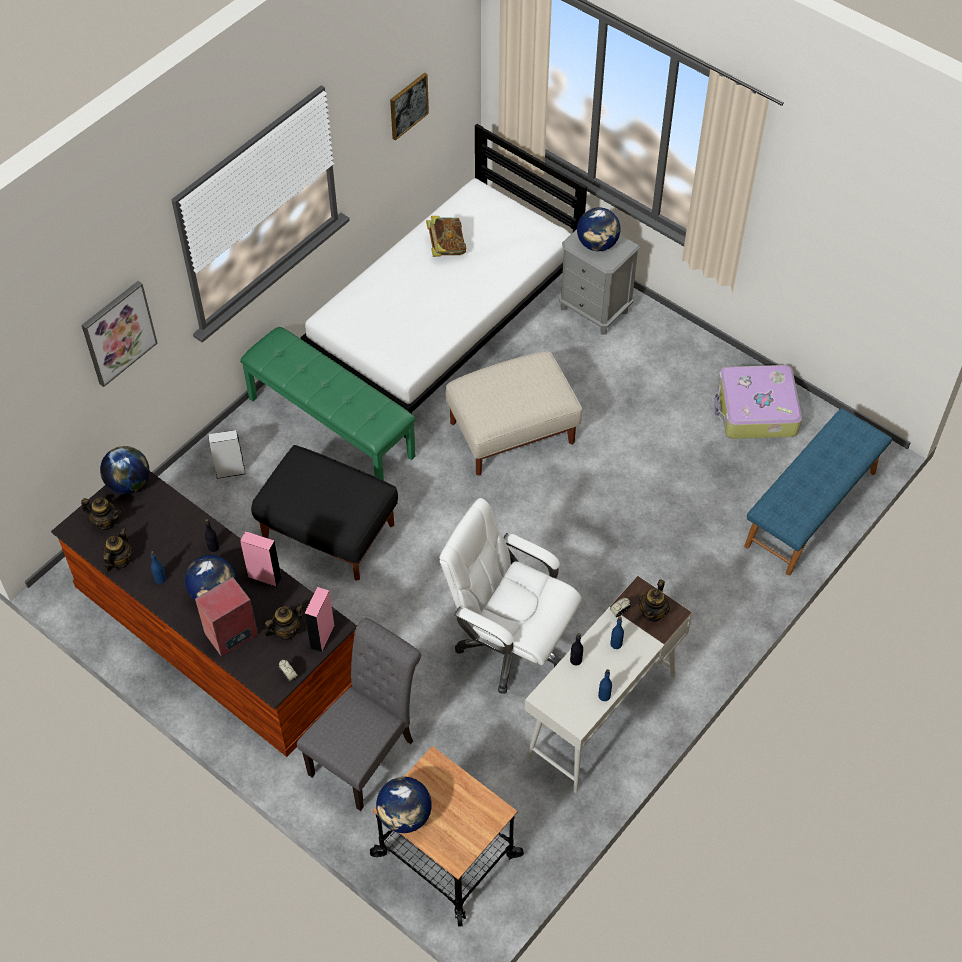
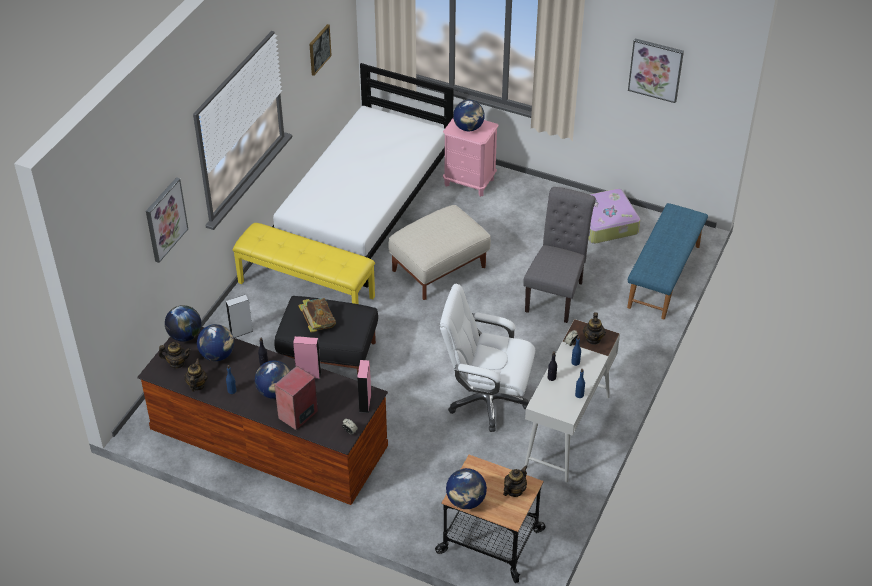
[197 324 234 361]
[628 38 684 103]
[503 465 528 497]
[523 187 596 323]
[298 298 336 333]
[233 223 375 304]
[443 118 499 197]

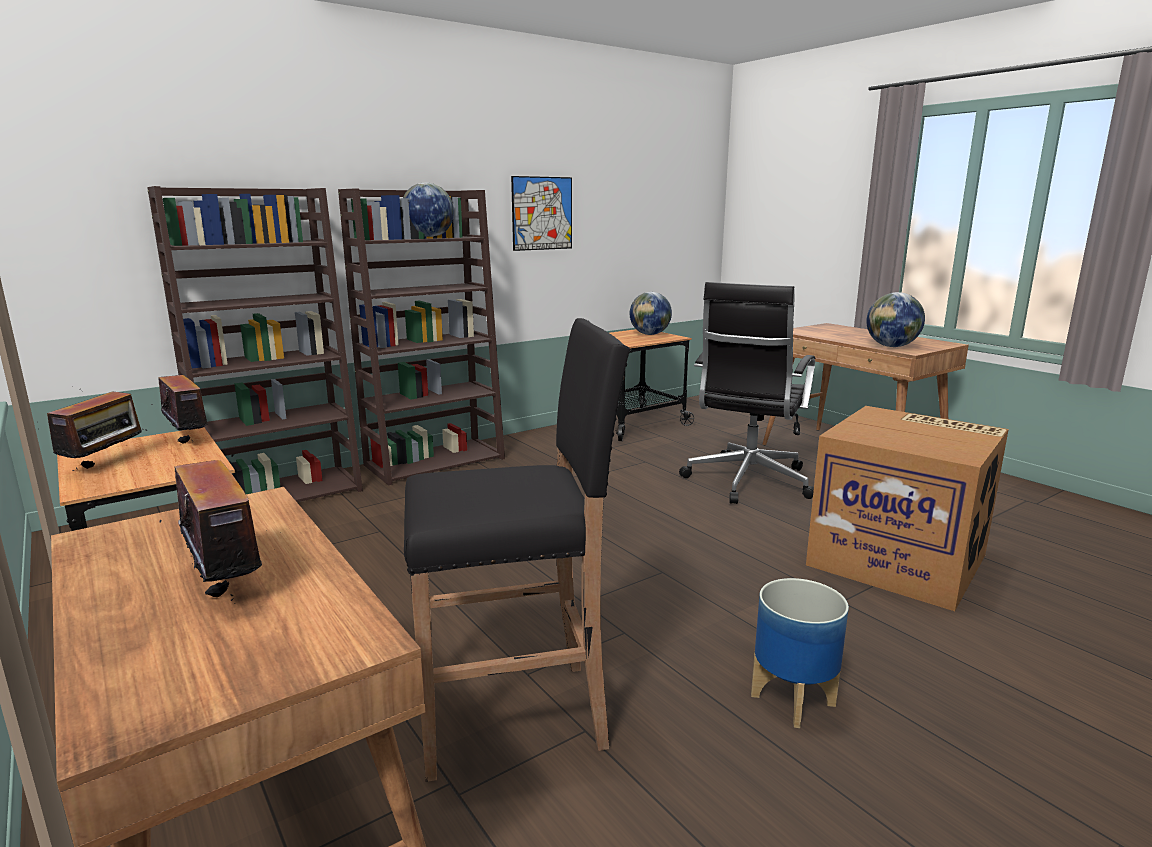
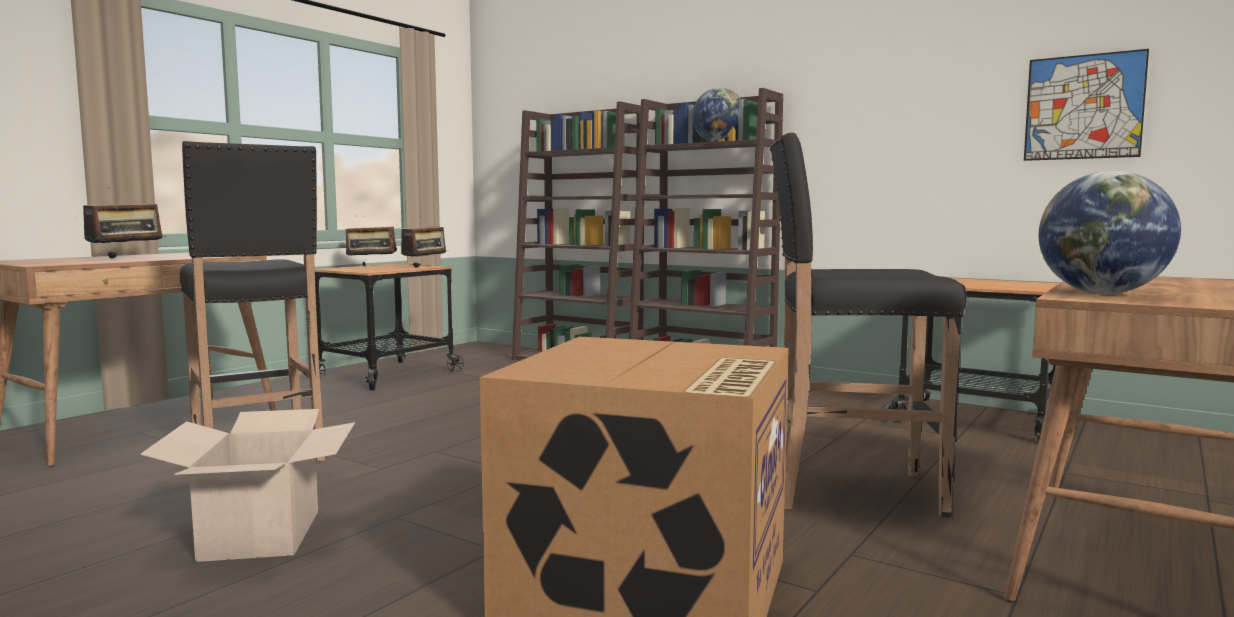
[630 292 672 335] (first image)
[1024 49 1149 161]
[770 133 967 518]
[140 409 355 562]

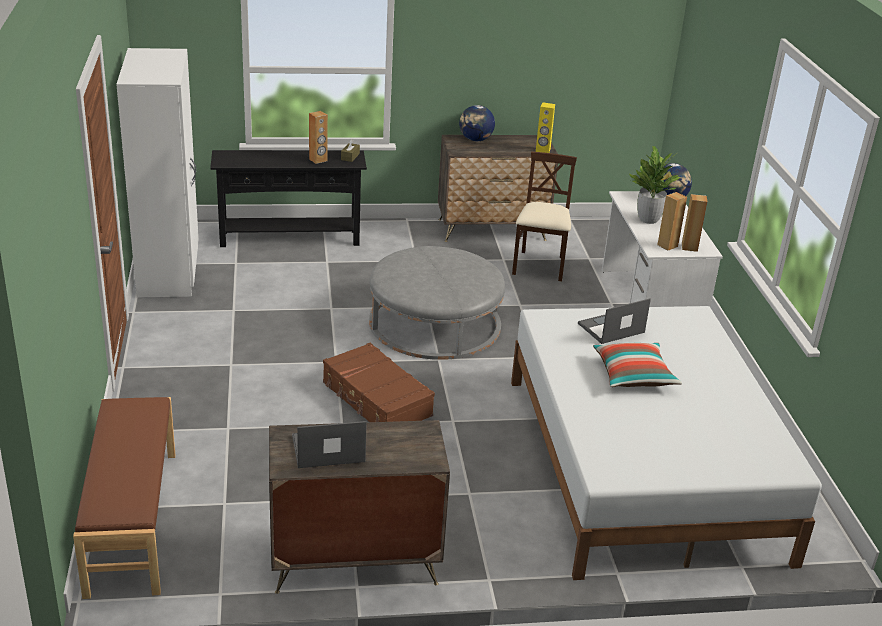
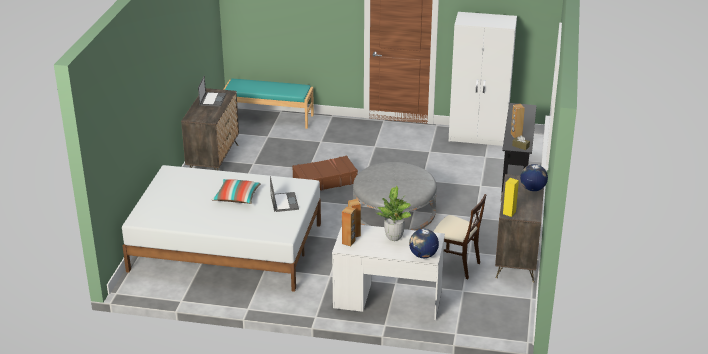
[223 79 314 129]

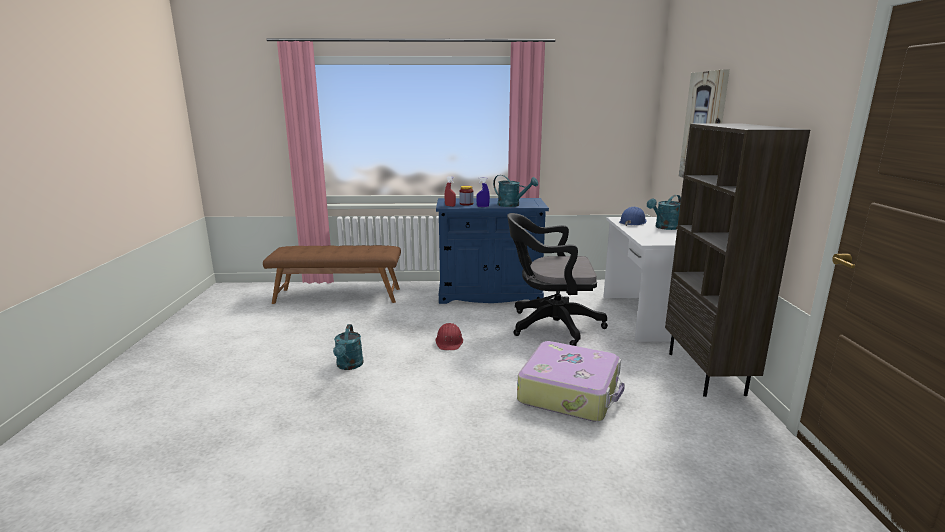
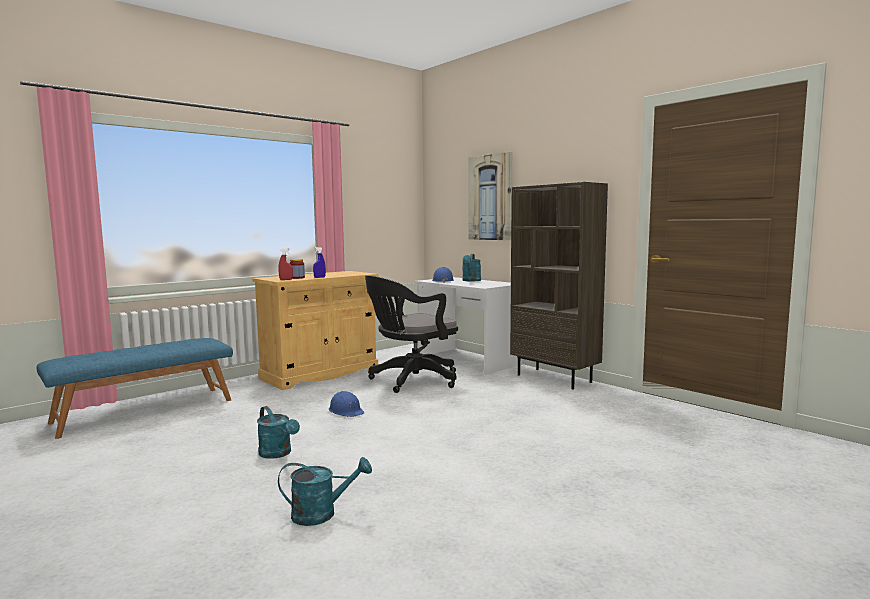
[517 341 625 422] (first image)
[278 457 372 526]
[37 338 233 439]
[252 271 378 390]
[329 391 364 417]

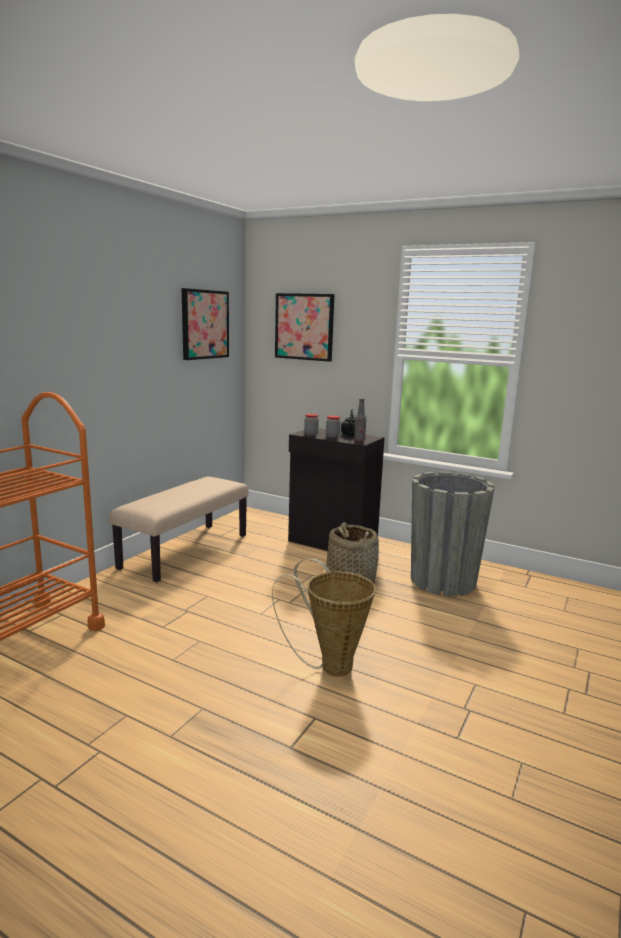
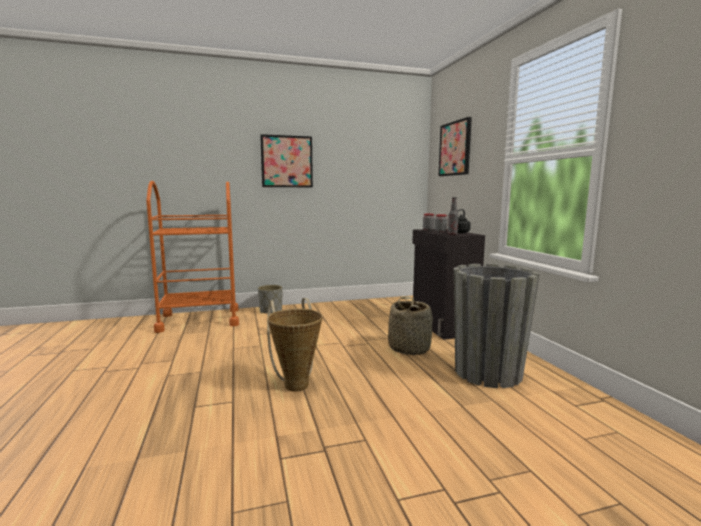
[109 477 249 582] (first image)
[258 285 283 314]
[260 134 313 187]

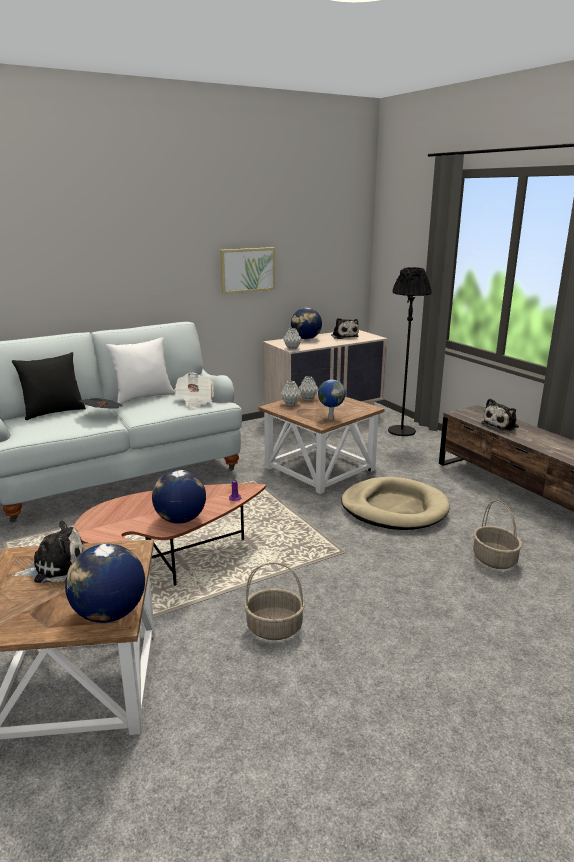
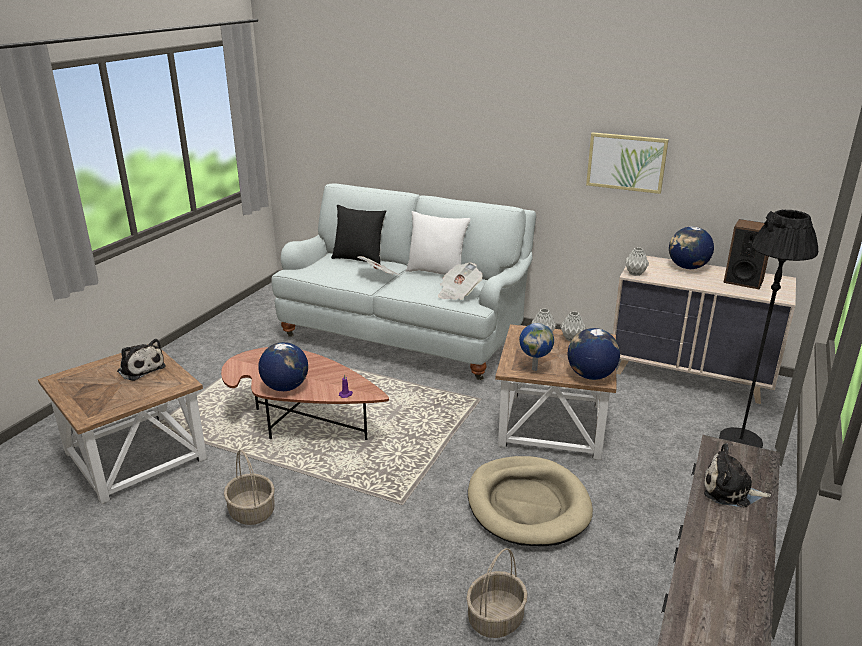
[567 328 620 380]
[723 219 769 289]

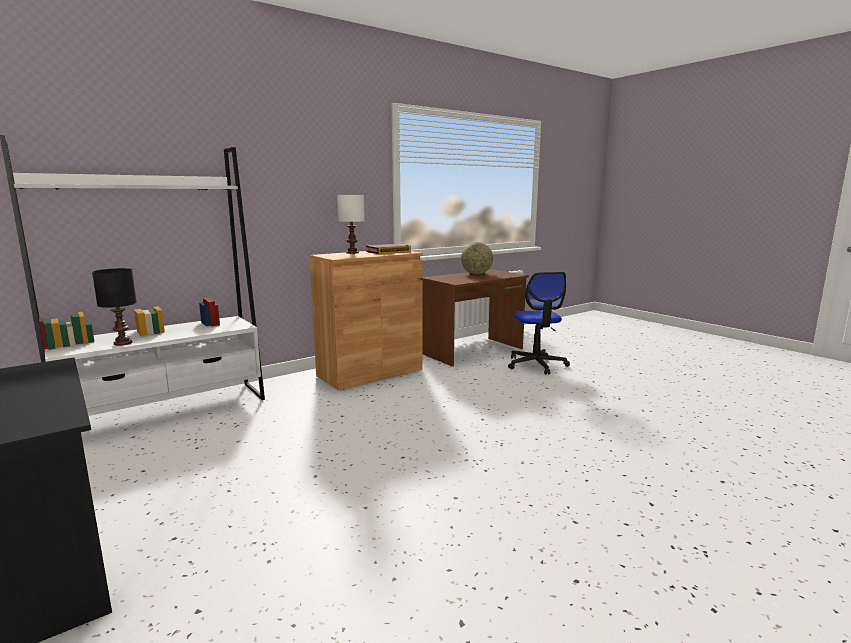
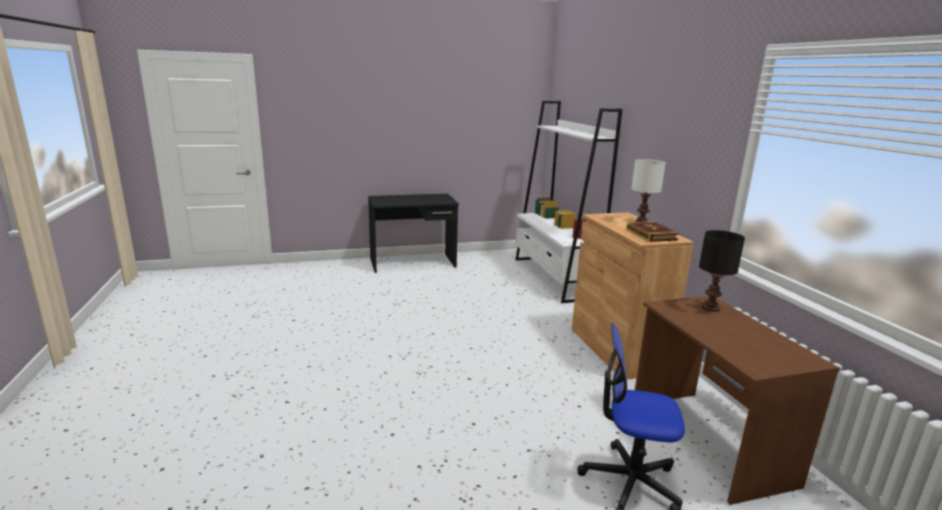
[461 242 493 274] (first image)
[699 230 745 312]

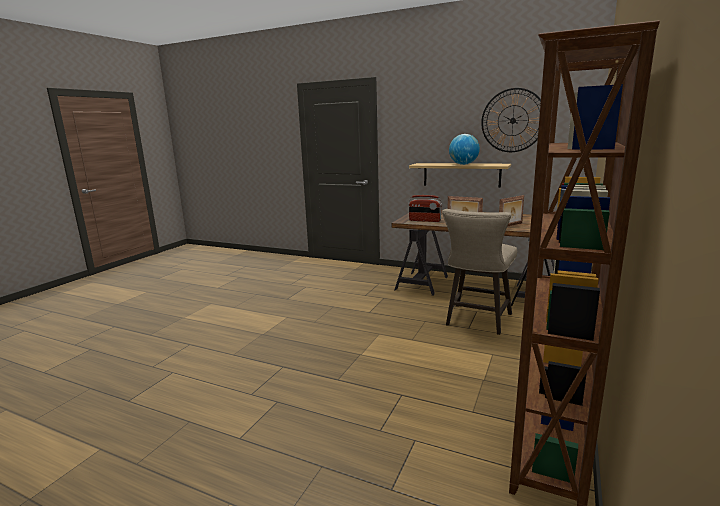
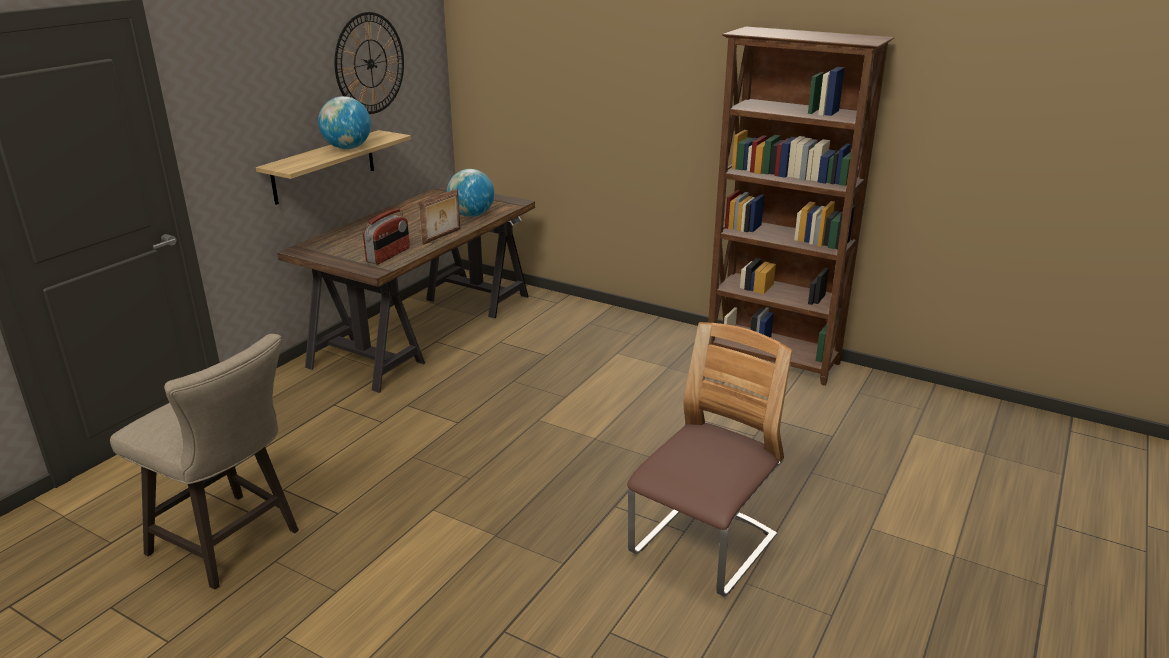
[627 322 793 597]
[110 334 299 590]
[447 169 494 217]

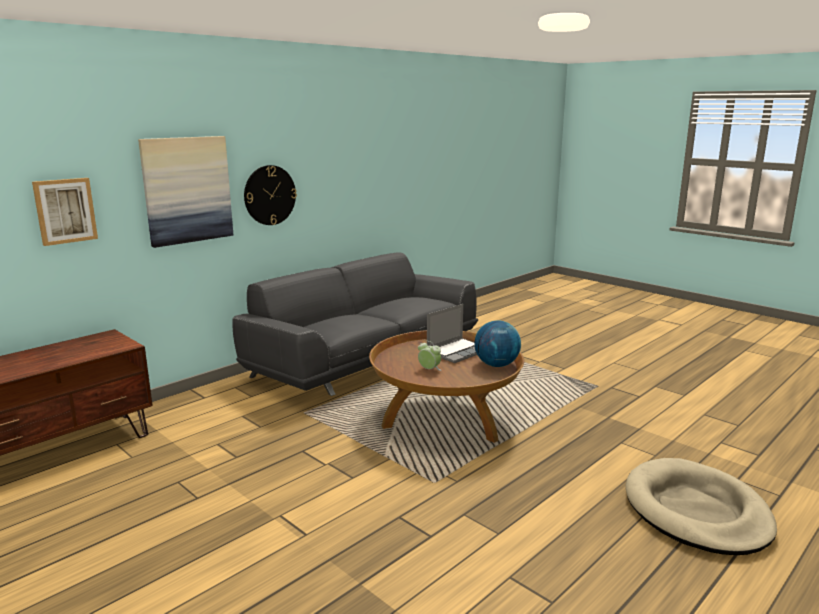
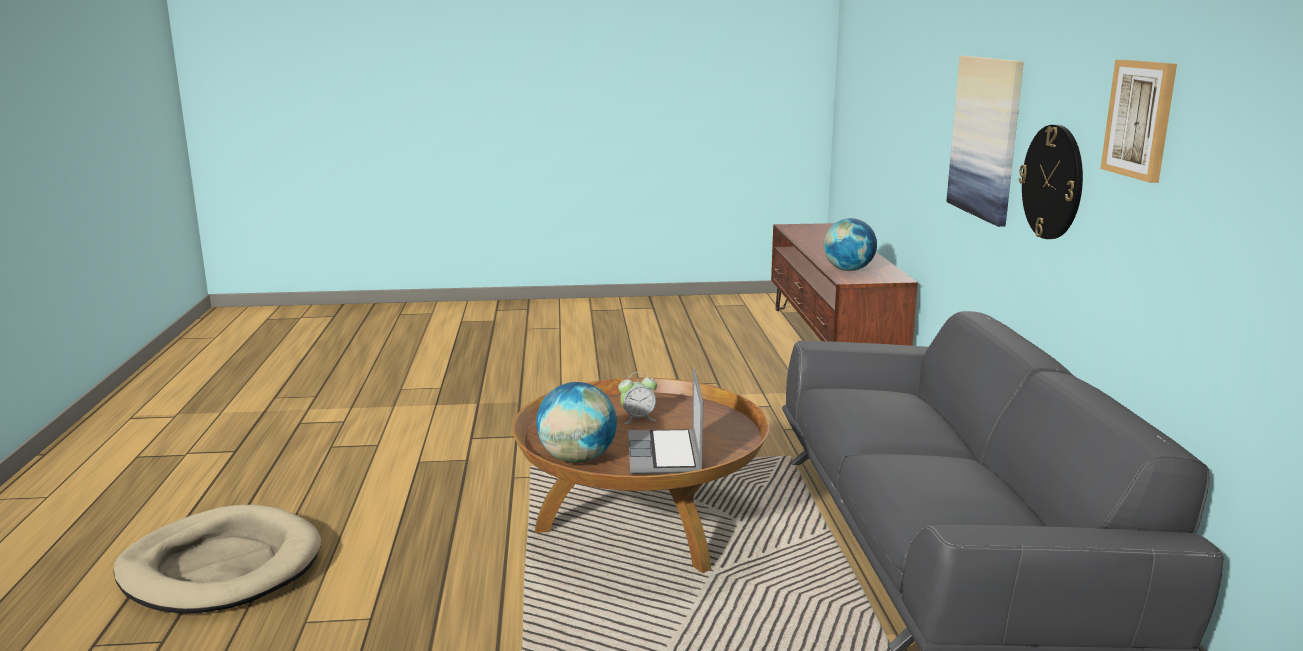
[823 218 877 271]
[1100 60 1177 183]

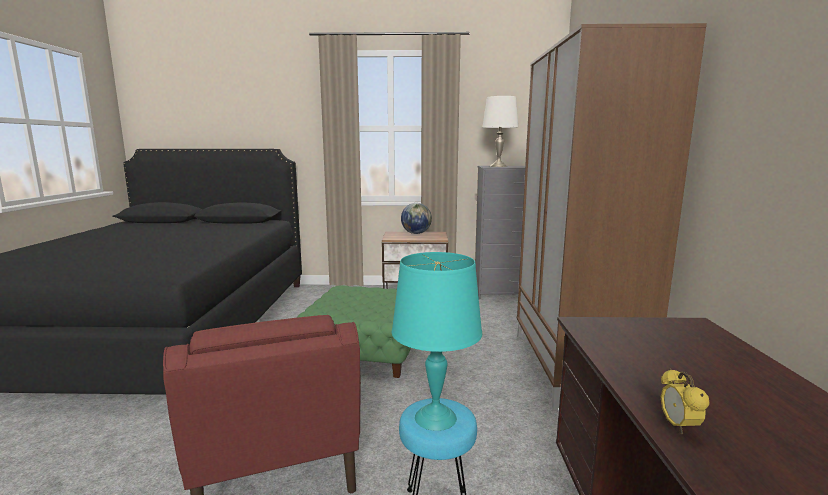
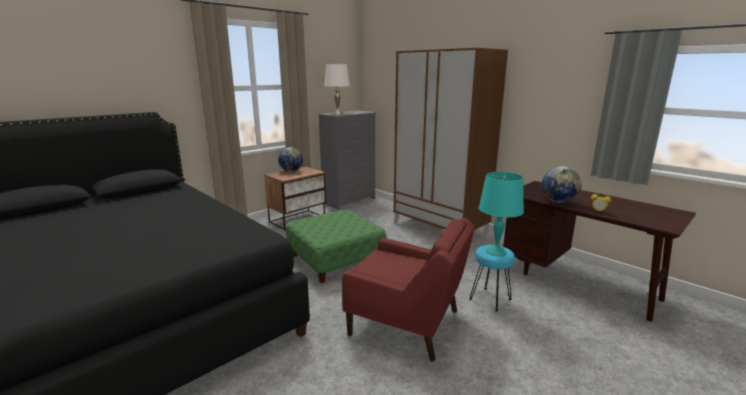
[541 166 582 203]

